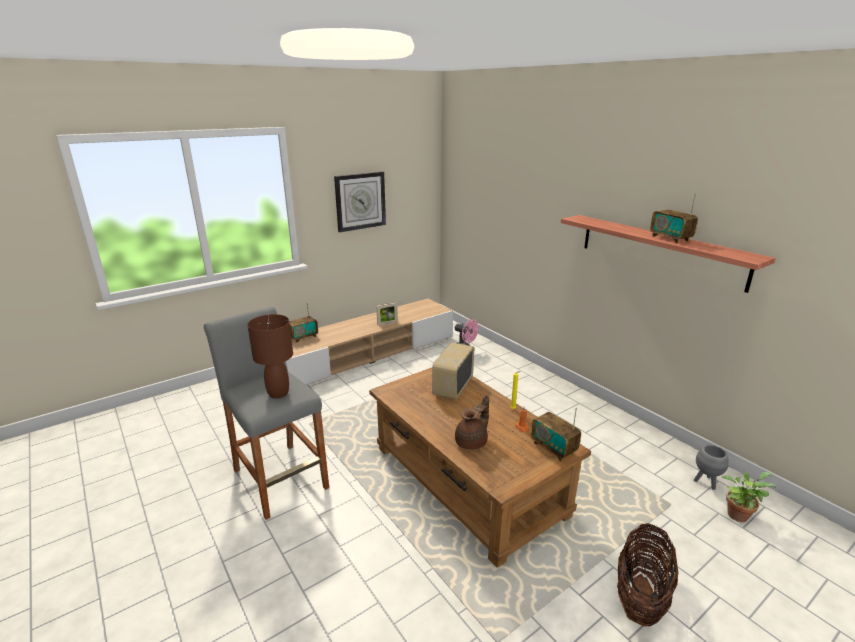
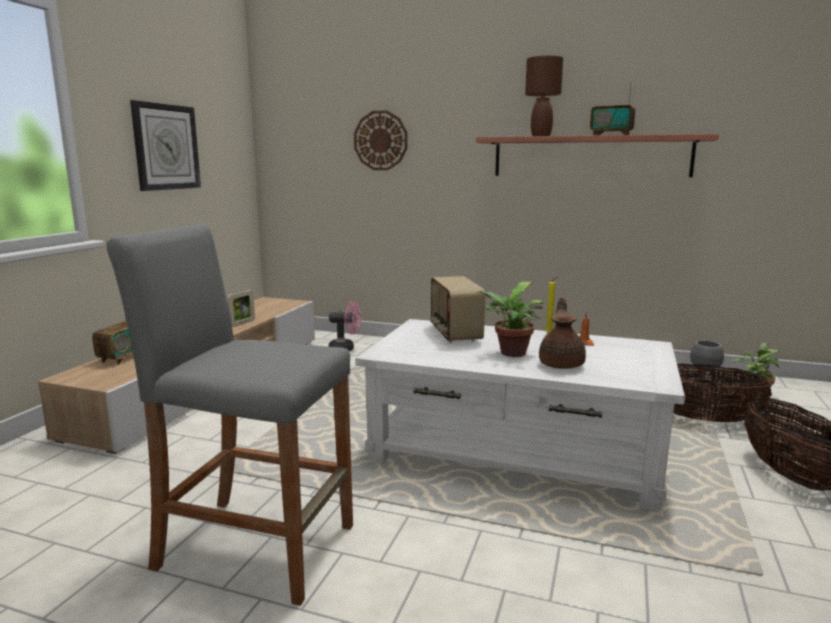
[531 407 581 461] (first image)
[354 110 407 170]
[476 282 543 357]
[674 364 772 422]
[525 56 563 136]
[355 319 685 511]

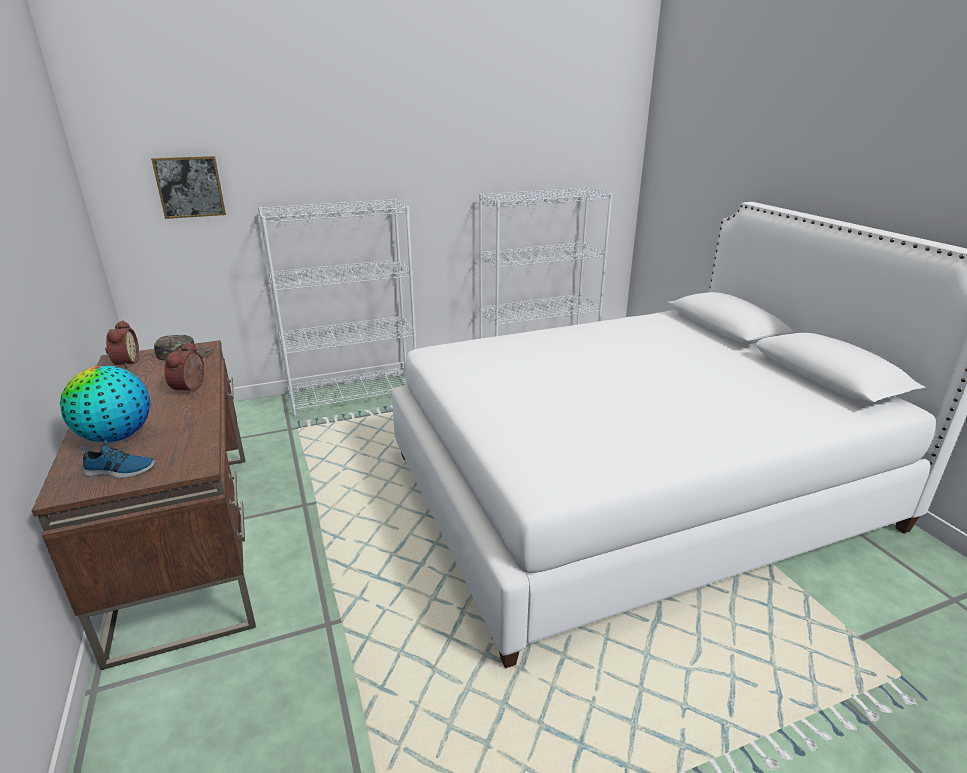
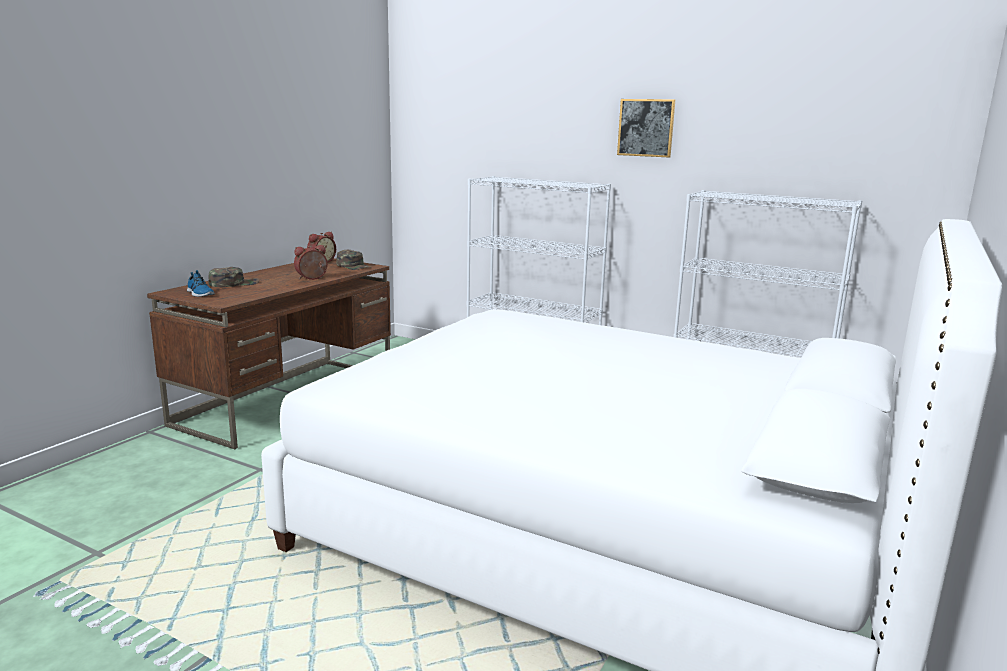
[617 99 675 157]
[208 267 259 287]

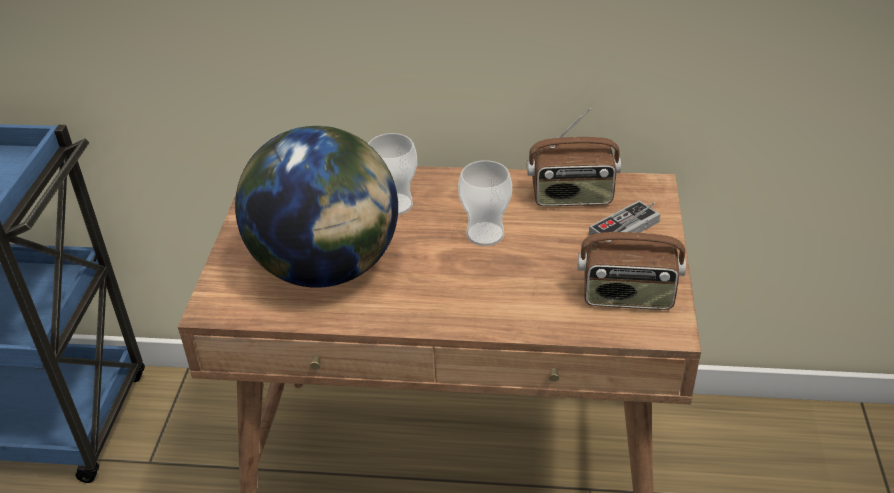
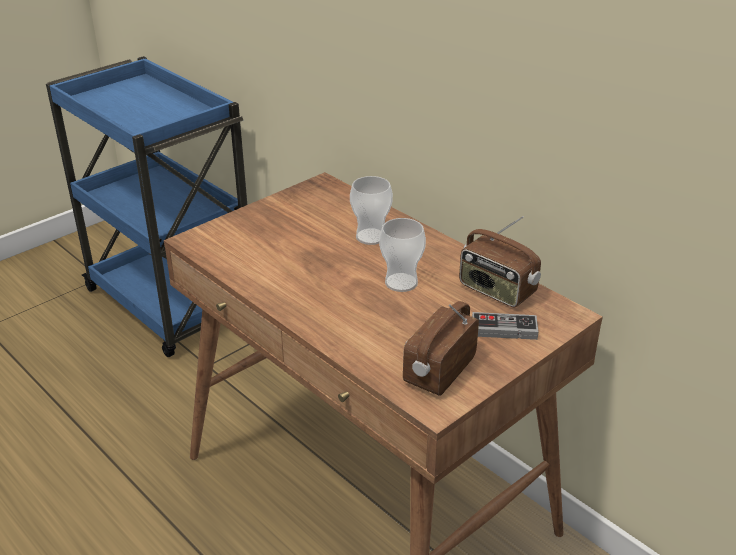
[235 126 398 288] (first image)
[403 301 479 396]

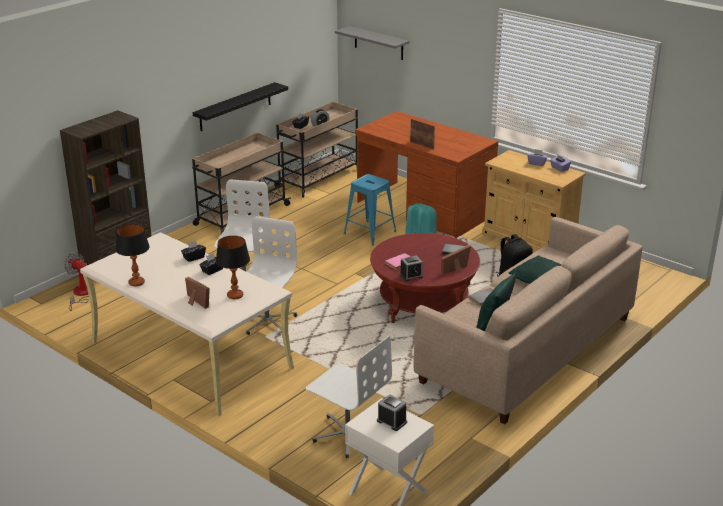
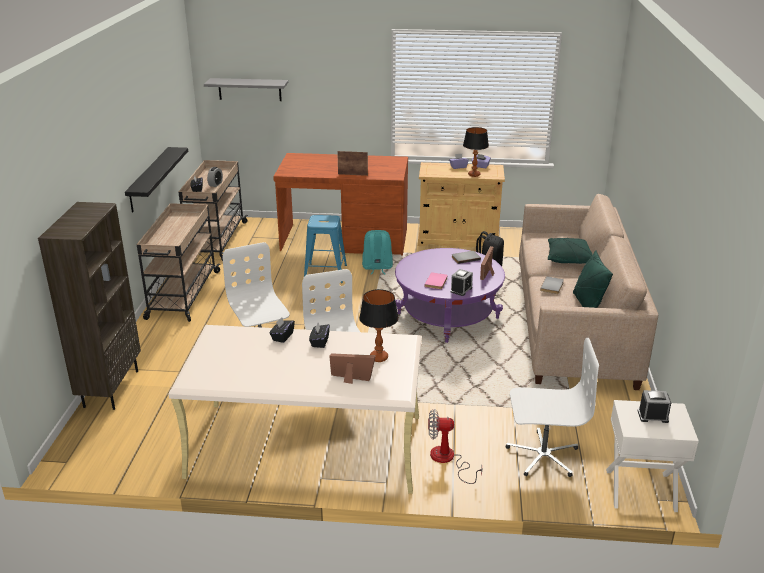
[428 409 482 484]
[463 127 489 177]
[395 248 505 343]

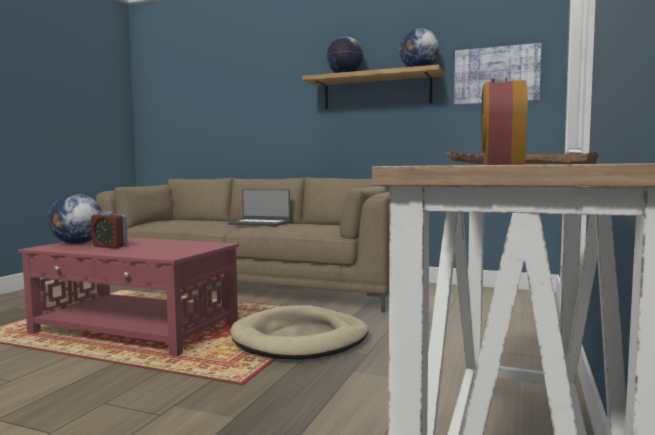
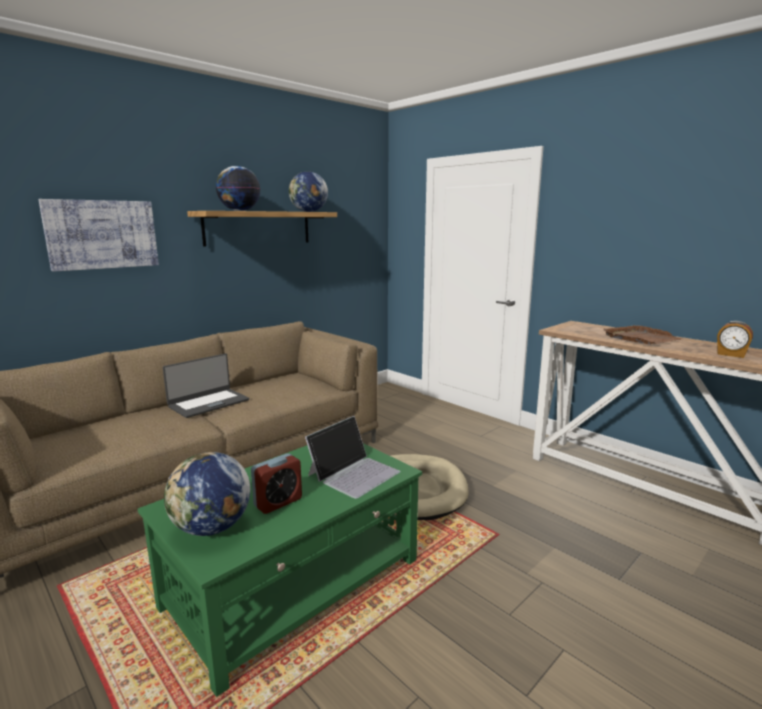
[305 416 400 499]
[38 199 159 272]
[138 443 422 697]

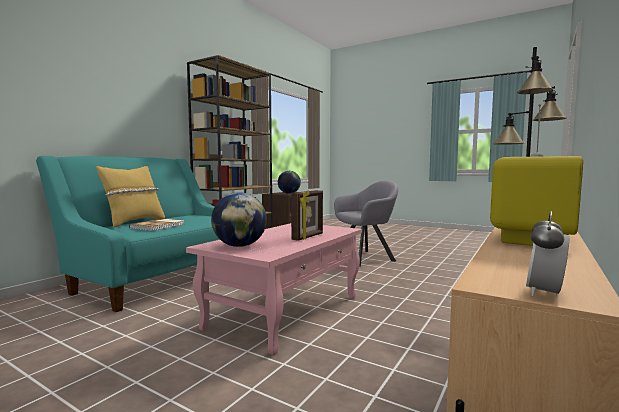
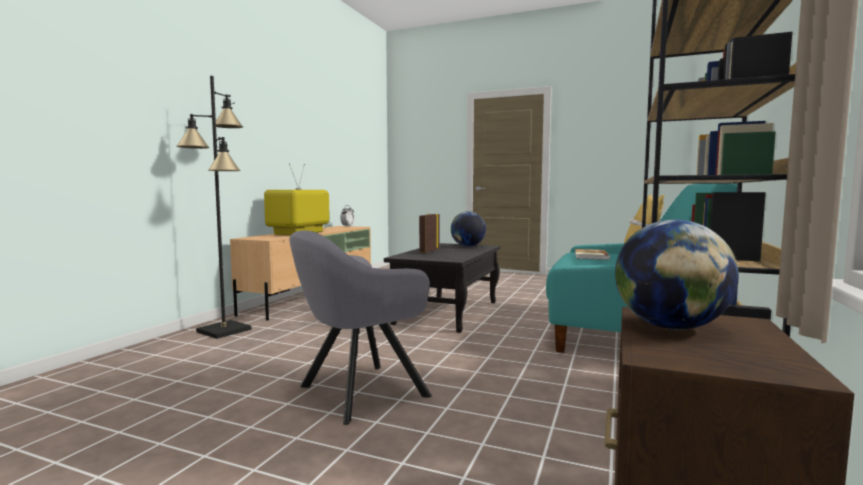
[384 243 500 333]

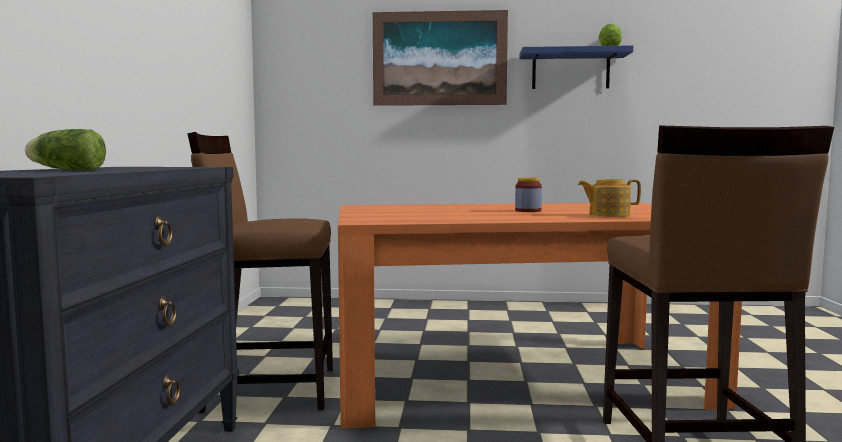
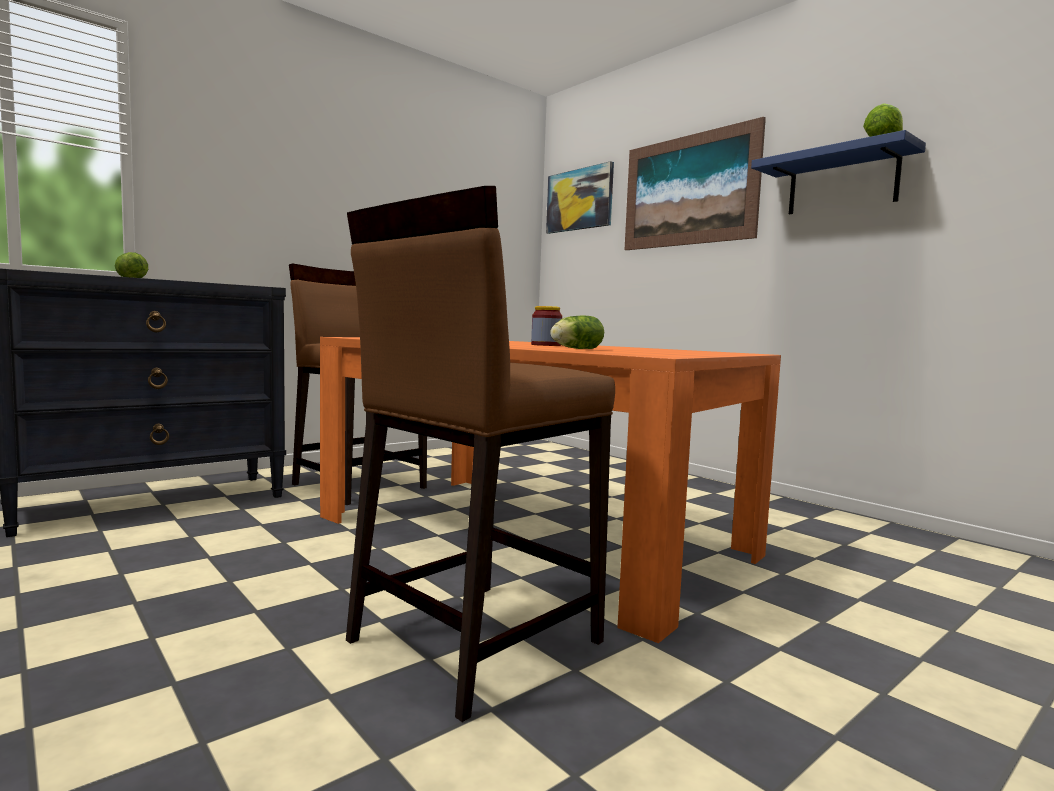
[546 161 614 234]
[550 315 604 349]

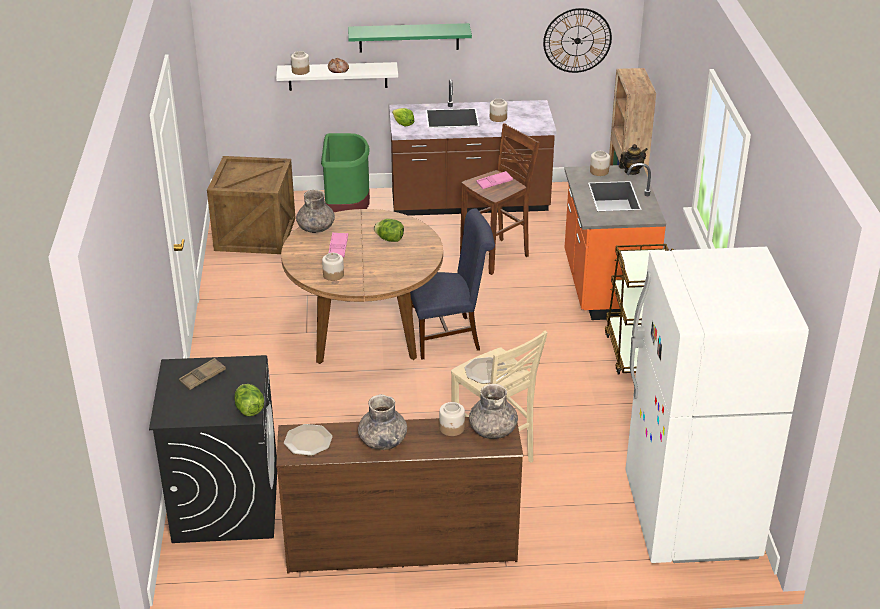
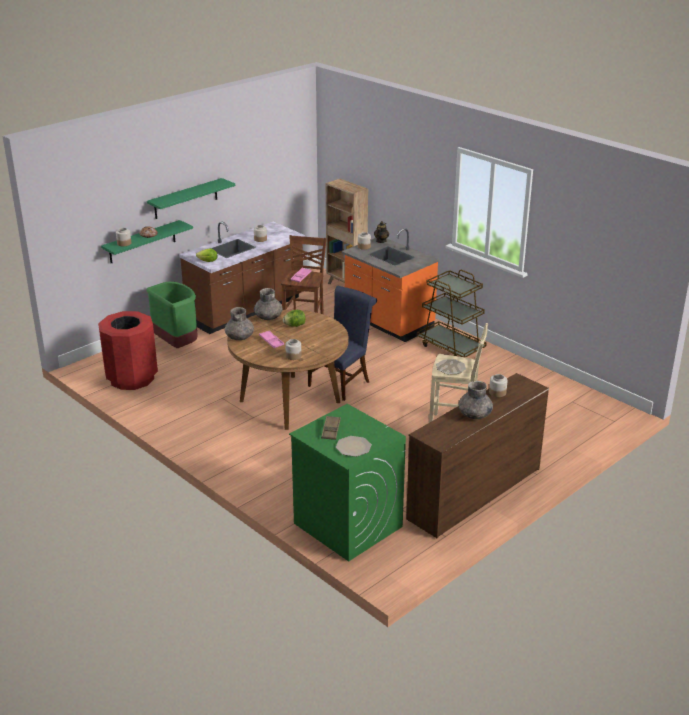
[234 384 265 416] (first image)
[543 8 612 73] (first image)
[625 247 809 563] (first image)
[336 436 372 457]
[254 288 283 320]
[98 311 158 390]
[289 404 406 561]
[101 220 193 263]

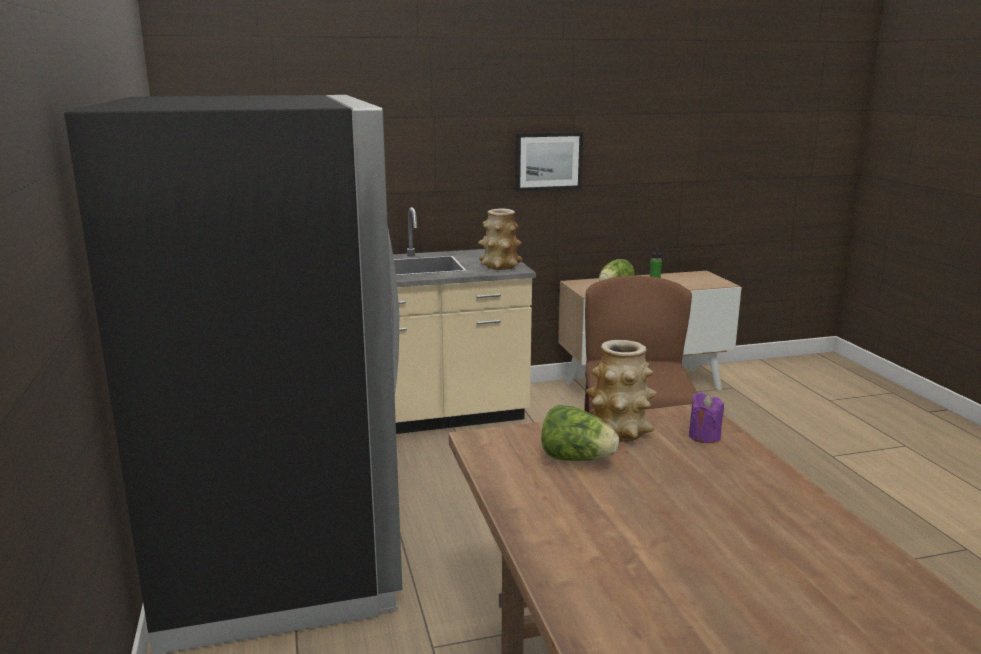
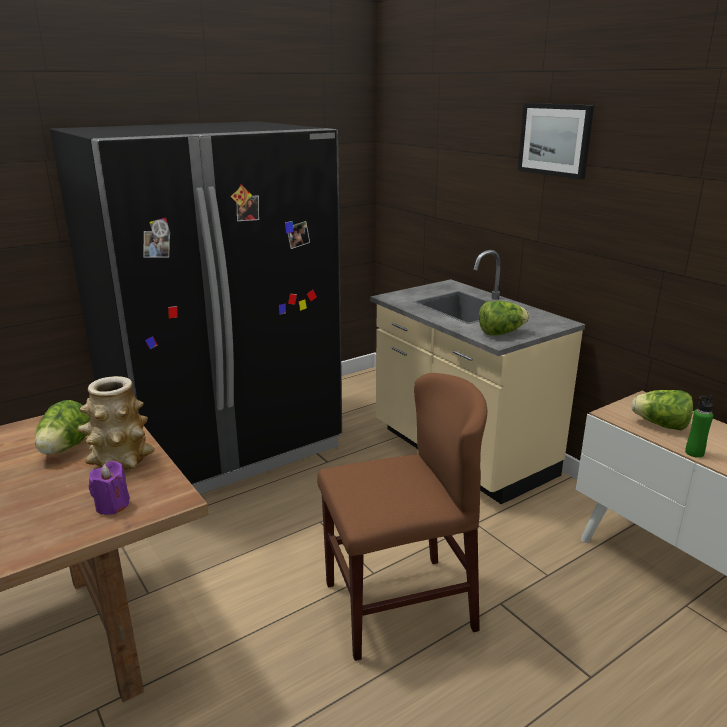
[518 103 594 179]
[479 301 529 336]

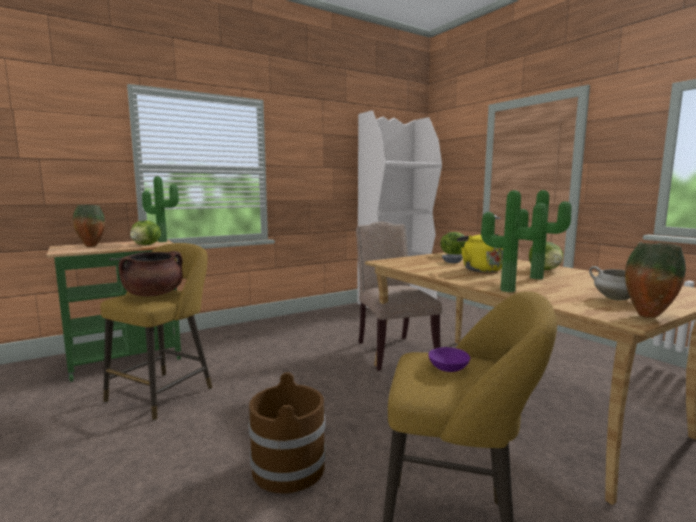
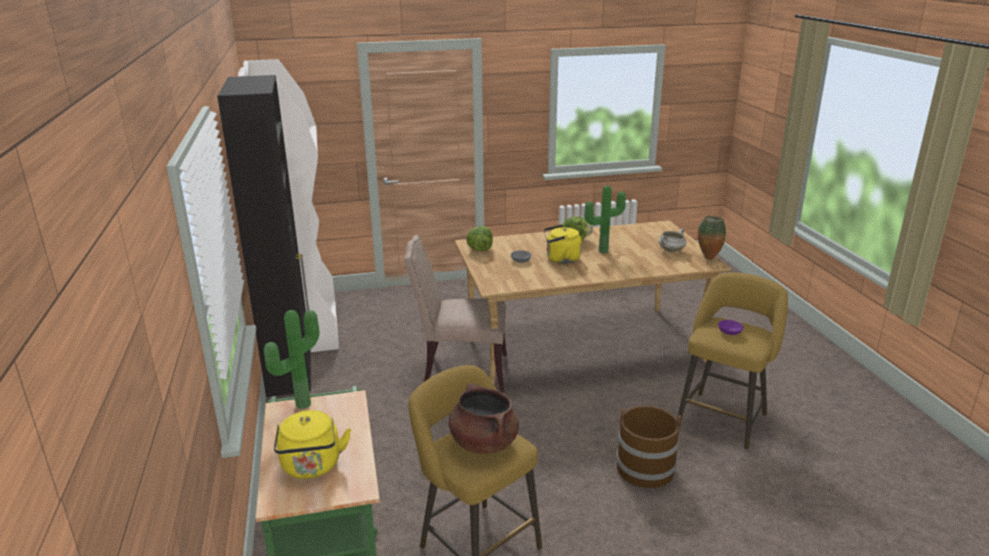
[130 220 161 245] (first image)
[481 190 547 292] (first image)
[217 75 311 400]
[274 410 351 479]

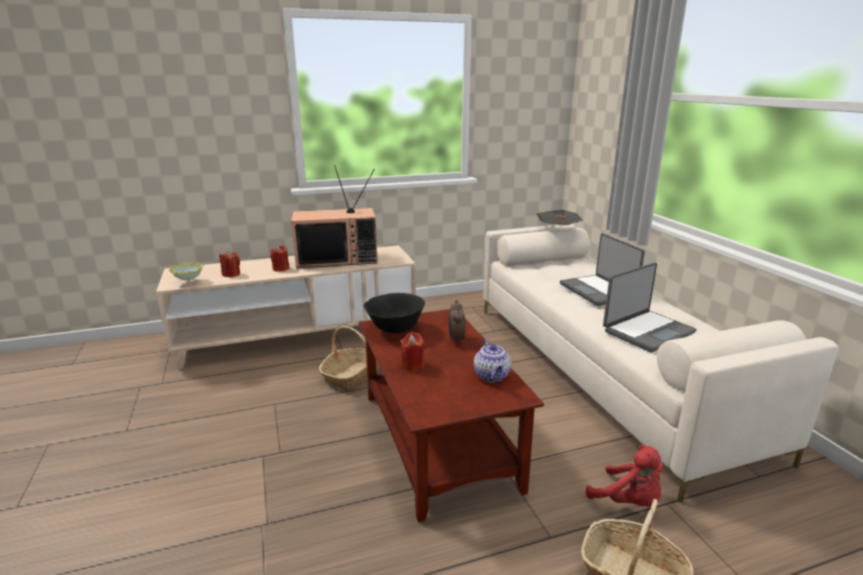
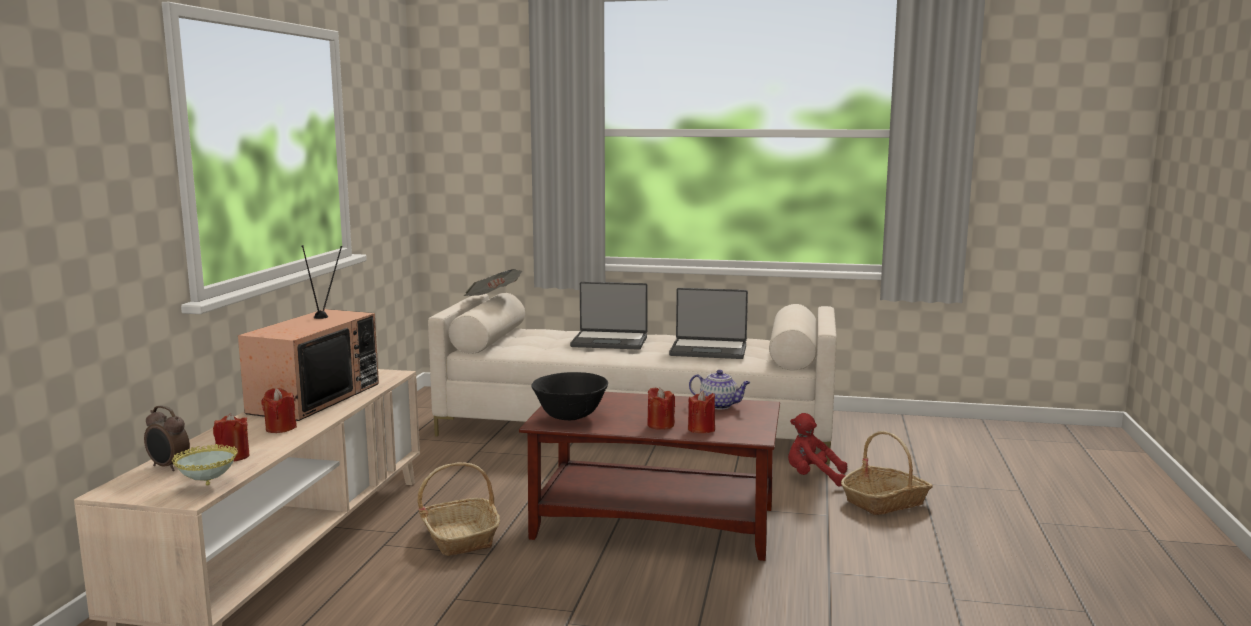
[688 391 715 433]
[144 405 190 471]
[788 413 847 487]
[669 288 748 359]

